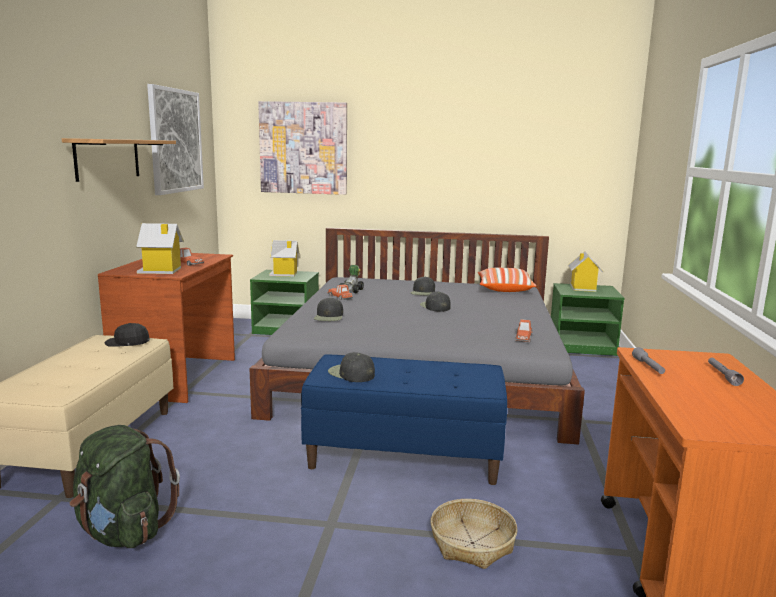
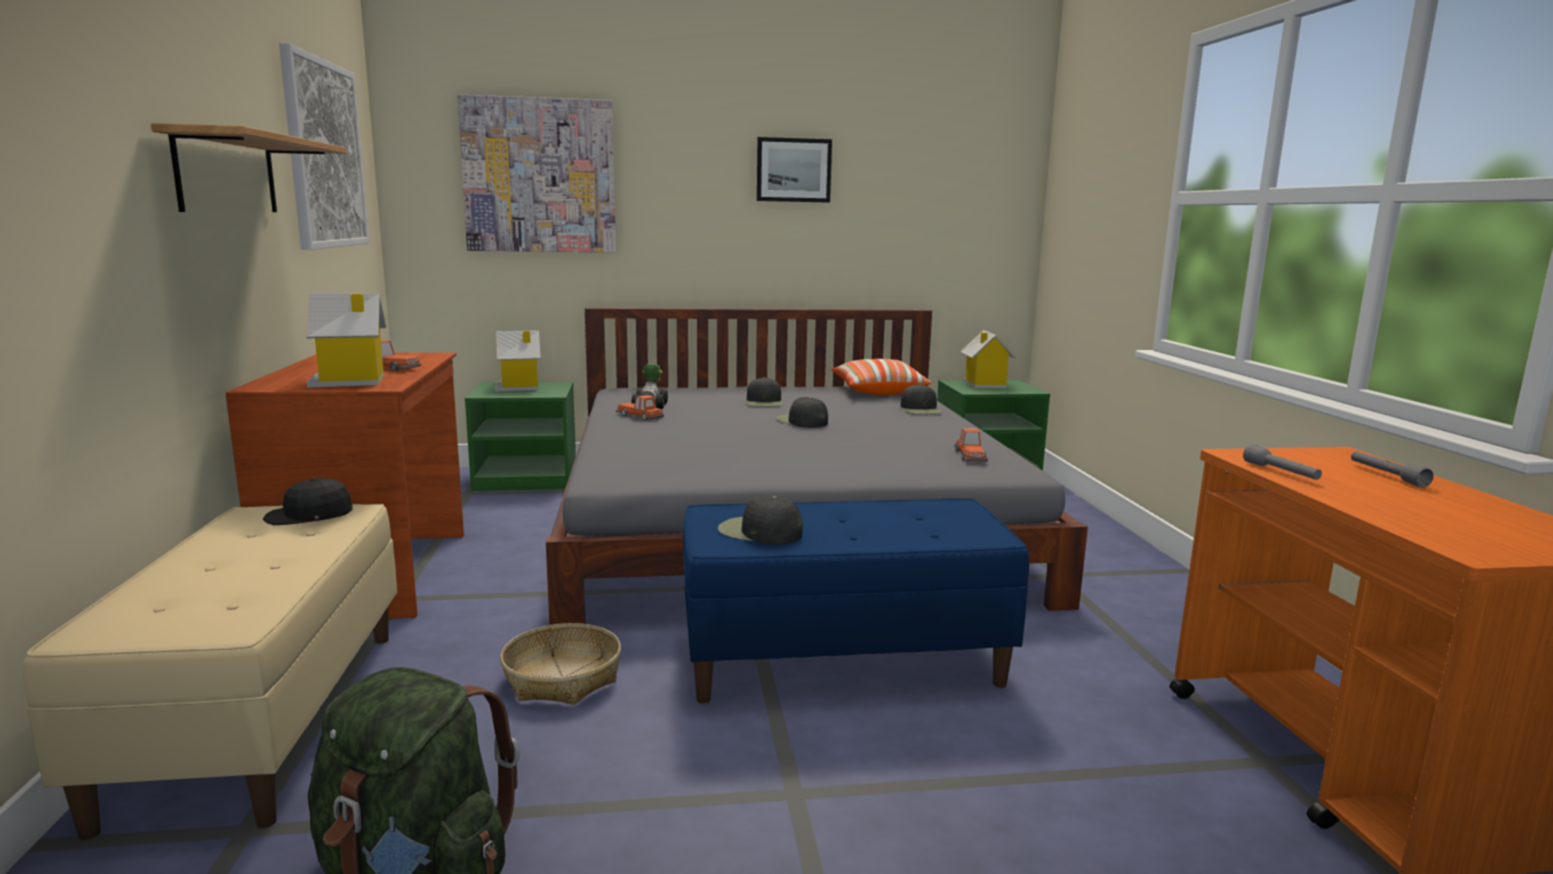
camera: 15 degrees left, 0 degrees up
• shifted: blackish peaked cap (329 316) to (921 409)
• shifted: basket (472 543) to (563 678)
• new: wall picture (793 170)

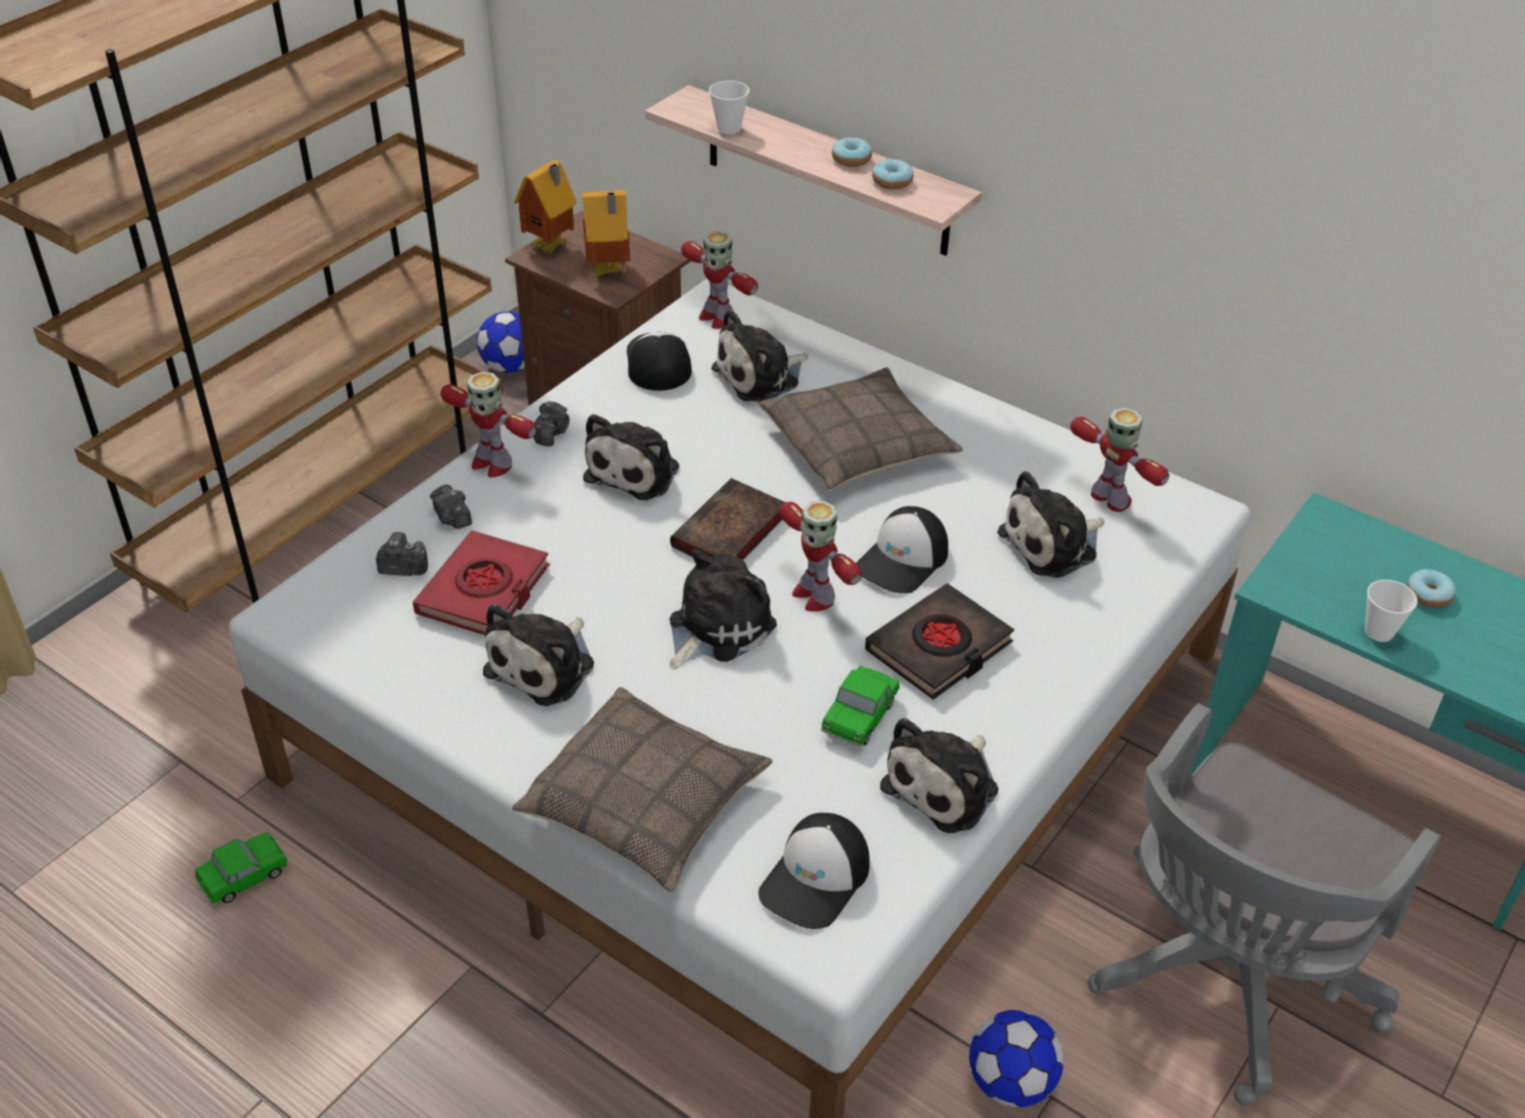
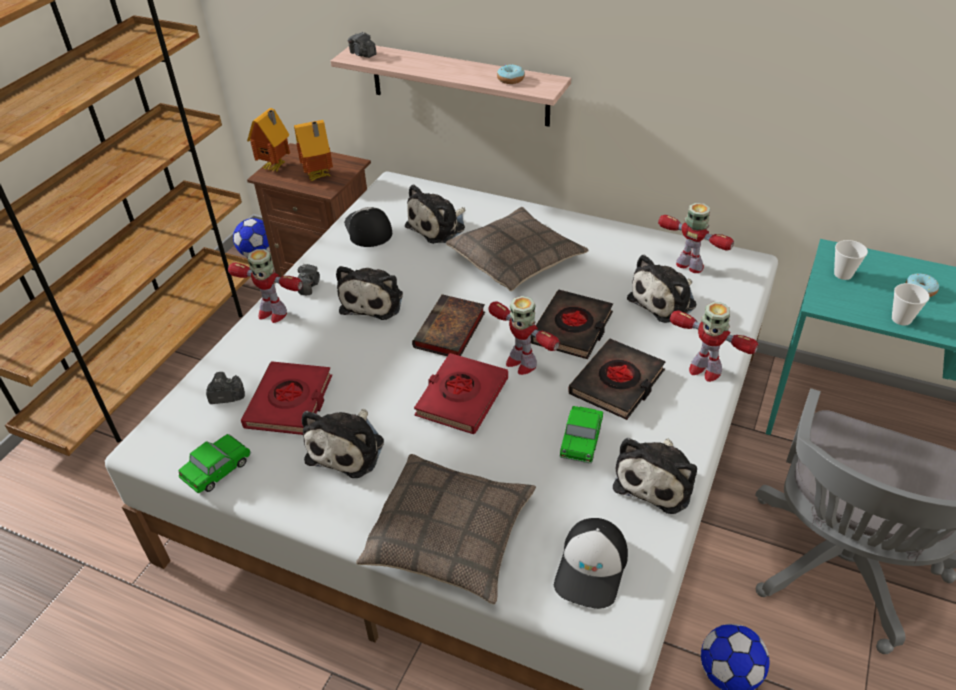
camera: 10 degrees left, 0 degrees up
• shifted: model car (244 877) to (217 470)
• shifted: still camera (452 518) to (362 54)
• swapped: soft toy (716 627) to red bound book (461 397)
• shifted: model robot (716 317) to (704 370)
• shifted: drinking cup (729 128) to (843 274)
• gone: ring doughnut (851 159)
• swapped: peaked cap (903 560) to blackish bound book (572 329)

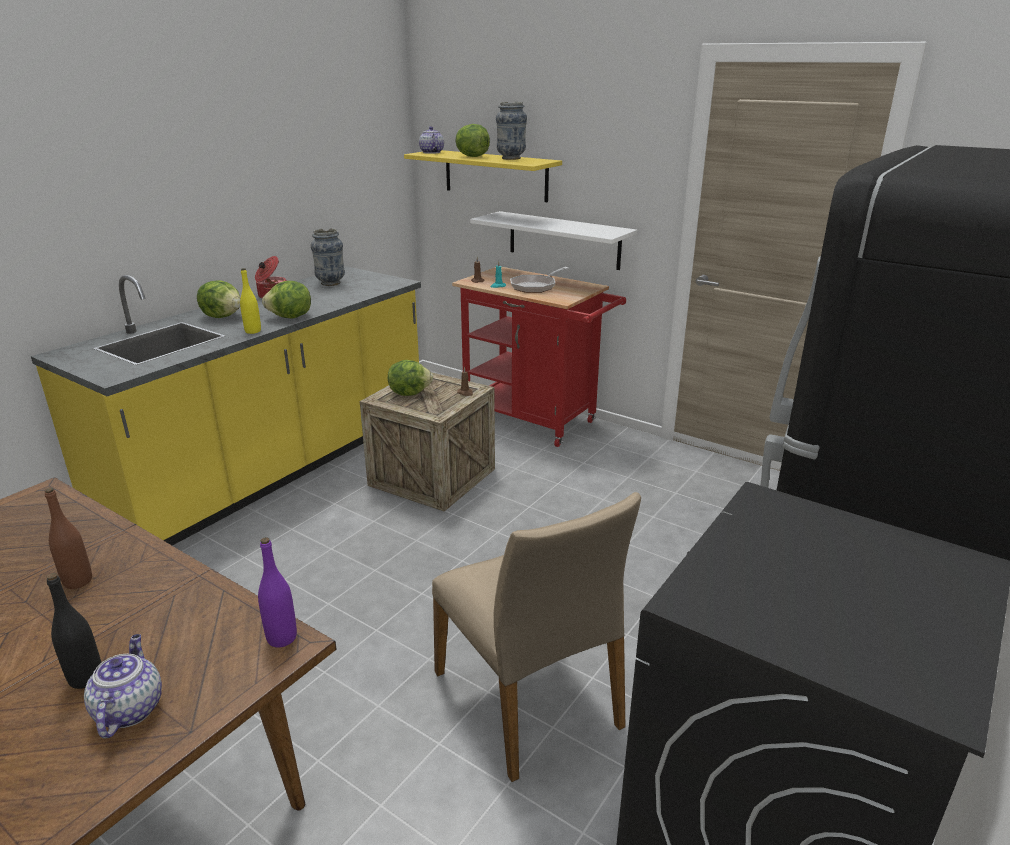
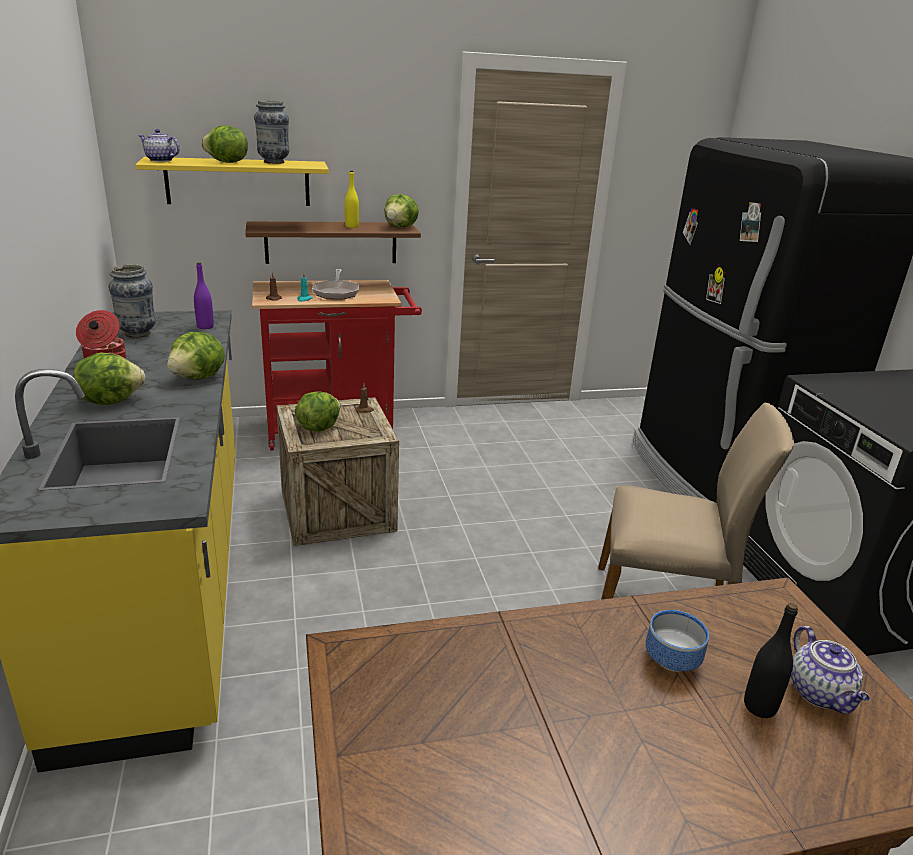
camera: 50 degrees left, 0 degrees up
• gone: brown-coloured beverage bottle (78 581)
• rotated: tea pot (129 709) = (820 694) 135 degrees counterclockwise
• shifted: yellowish beverage bottle (253 331) to (352 226)
• shifted: purplish beverage bottle (282 638) to (205 327)
• repainted: whitish bracket shelf (563 240) to brown-coloured bracket shelf (331 242)
• new: lettuce head (401 227)
• new: serving bowl (669 658)

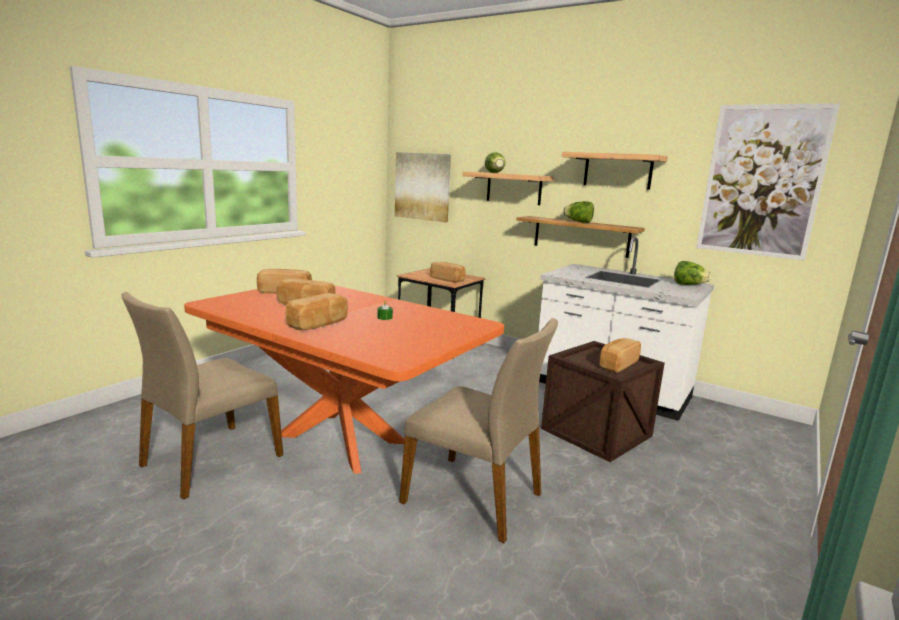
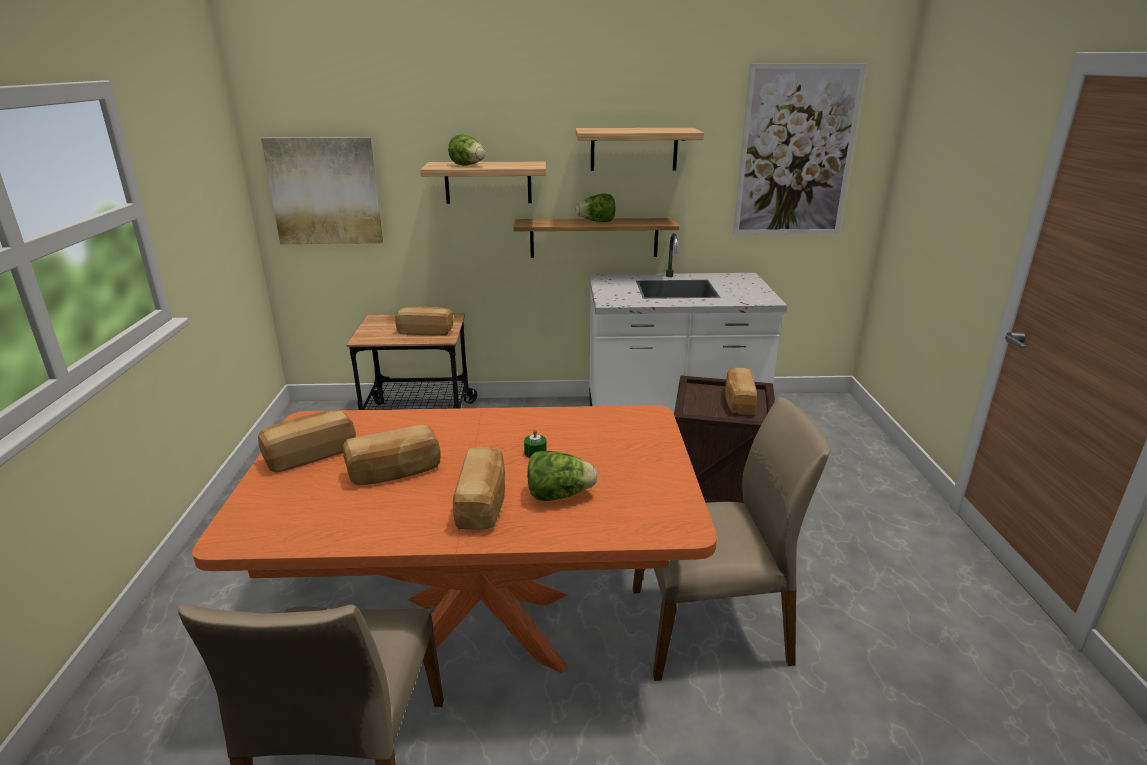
camera: 35 degrees left, 10 degrees up
• shifted: lettuce head (689 285) to (559 495)

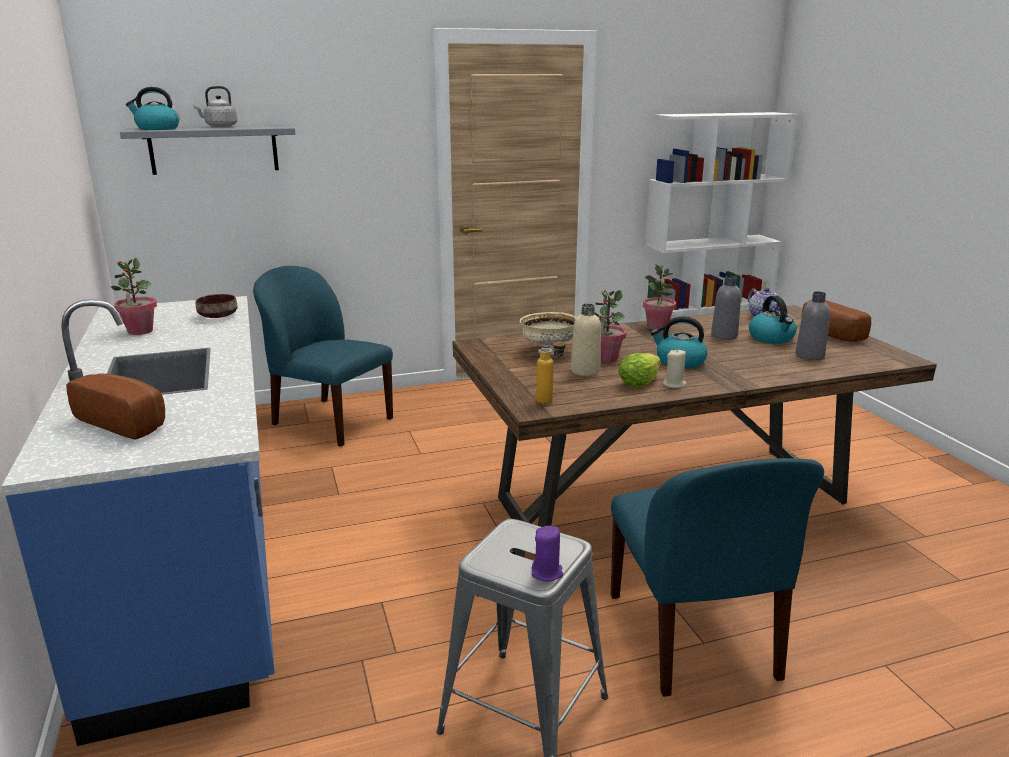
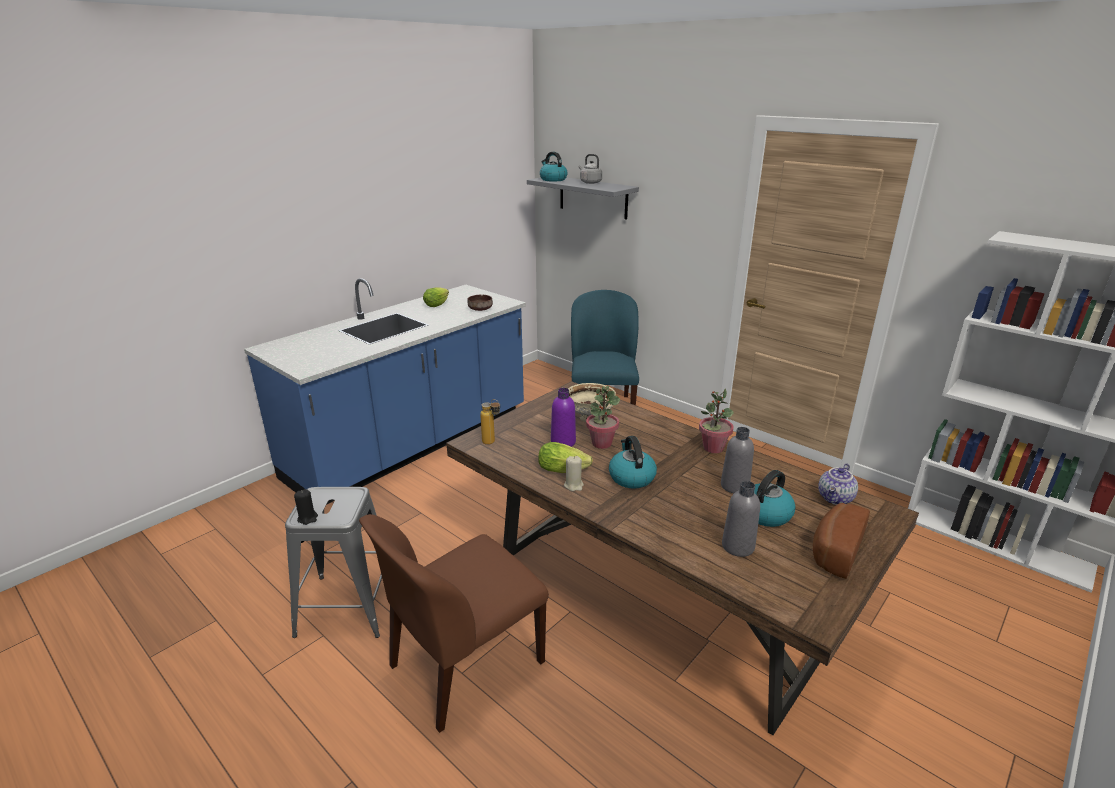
camera: 60 degrees right, 5 degrees up
• gone: baked bread (126 422)
• swapped: potted plant (140 331) to lettuce head (438 304)
• repainted: purplish wax light (547 573) to blackish wax light (308 518)
• repainted: beige beverage bottle (585 371) to purplish beverage bottle (563 442)
• repainted: blue plain chair (693 638) to brown-coloured plain chair (463 665)

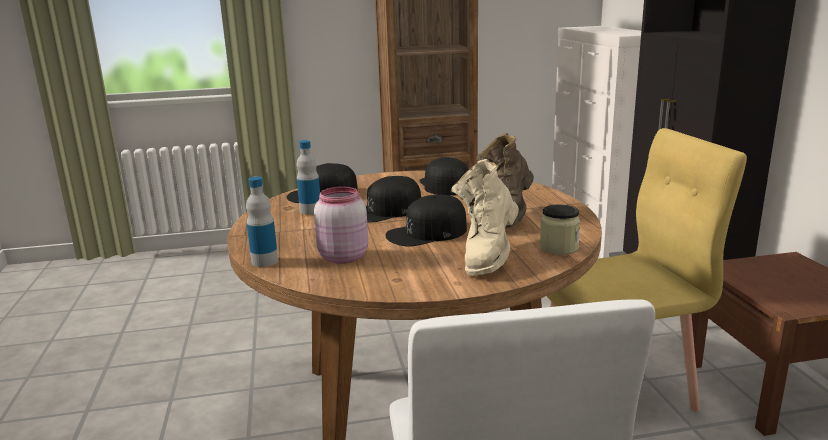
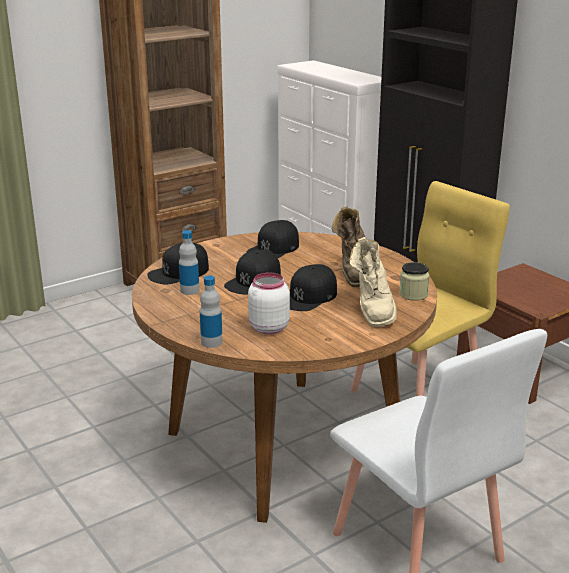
camera: 25 degrees left, 5 degrees up
• repainted: pink jar (342 257) to whitish jar (267 328)
• rotated: blackish peaked cap (444 185) = (274 248) 105 degrees counterclockwise

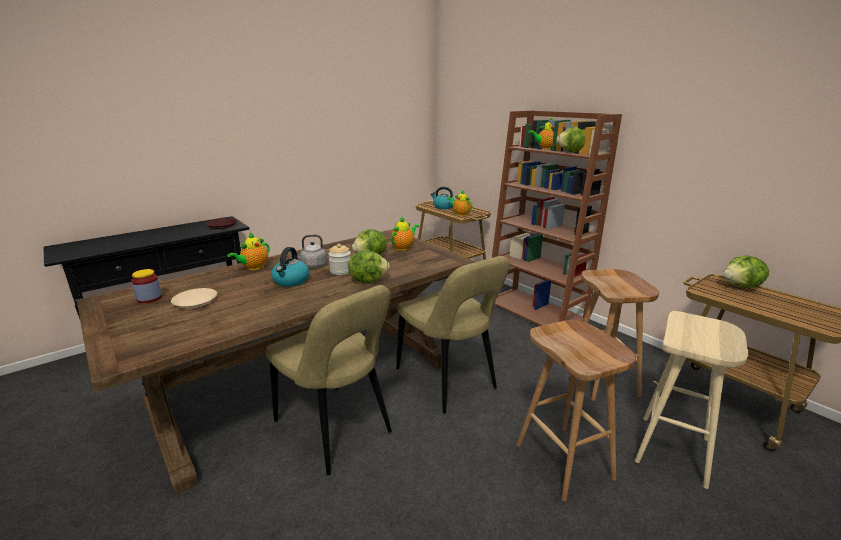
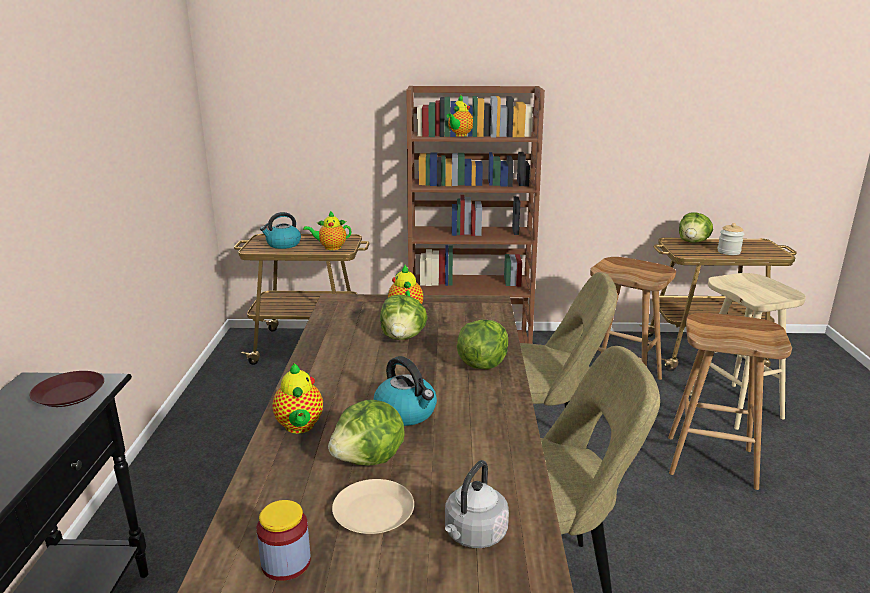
camera: 50 degrees left, 0 degrees up
• shifted: grey tea kettle (312 265) to (473 535)
• shifted: jar (340 271) to (728 252)
• shifted: lettuce head (573 152) to (370 460)

